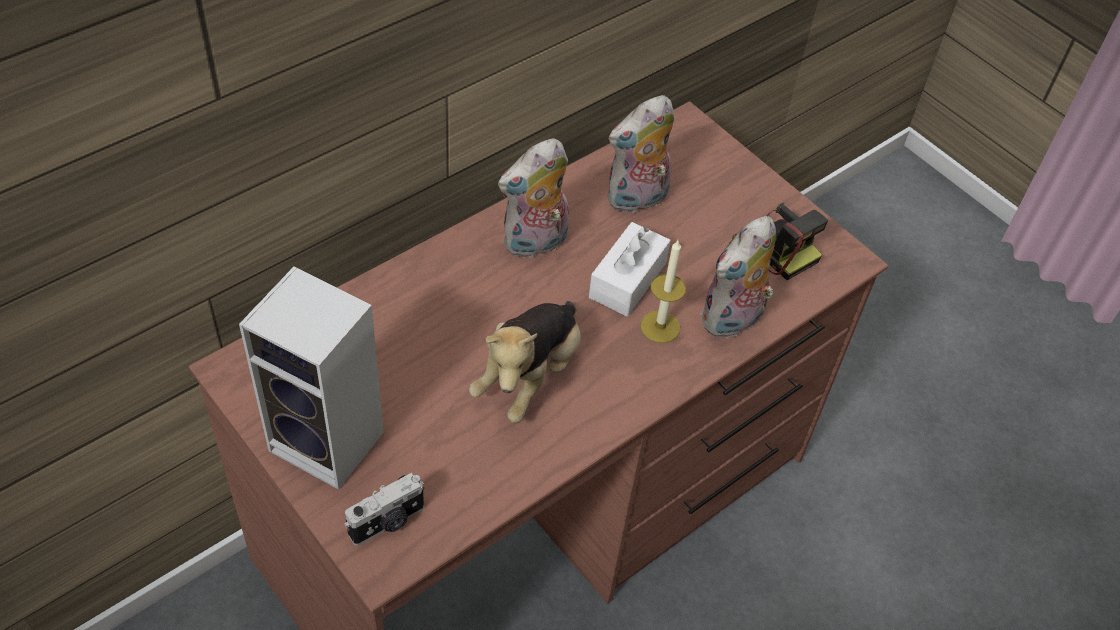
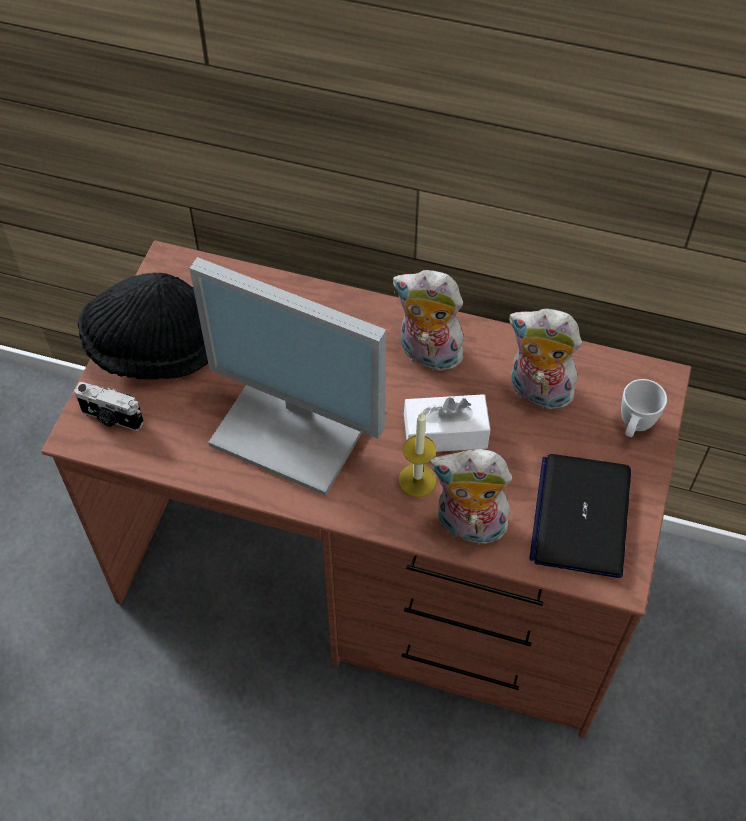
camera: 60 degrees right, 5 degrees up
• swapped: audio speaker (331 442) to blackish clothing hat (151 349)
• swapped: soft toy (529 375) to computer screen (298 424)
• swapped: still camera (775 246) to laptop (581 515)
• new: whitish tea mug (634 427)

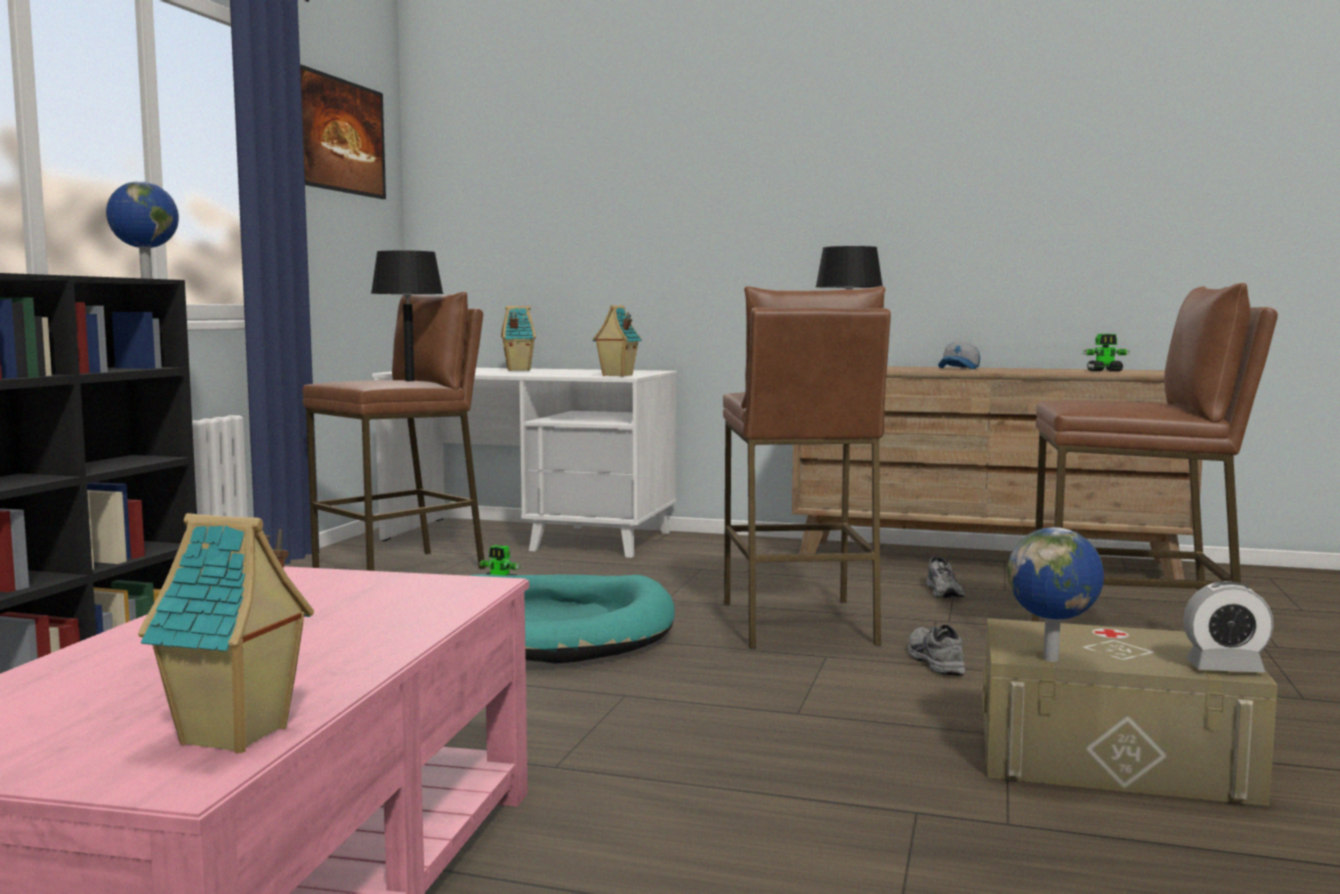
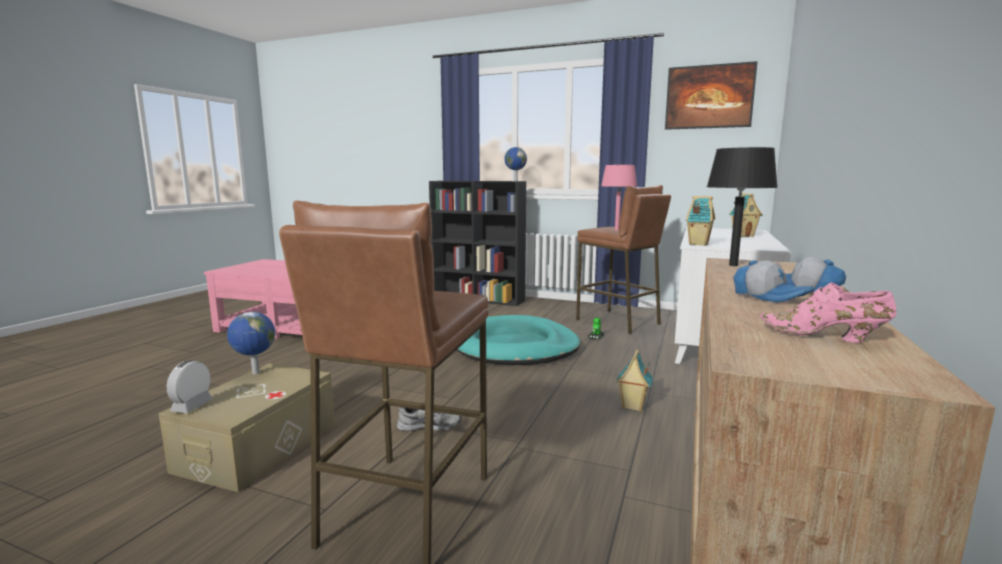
camera: 95 degrees right, 5 degrees up
• shifted: toy house (236 736) to (632 406)
• repainted: blackish tabletop lamp (410 381) to pink tabletop lamp (617 230)
• gone: brown-coloured stool (798 623)
• gone: grey item of footwear (945 593)
• swapped: model robot (1105 371) to pink item of footwear (825 337)
• new: peaked cap (770 297)

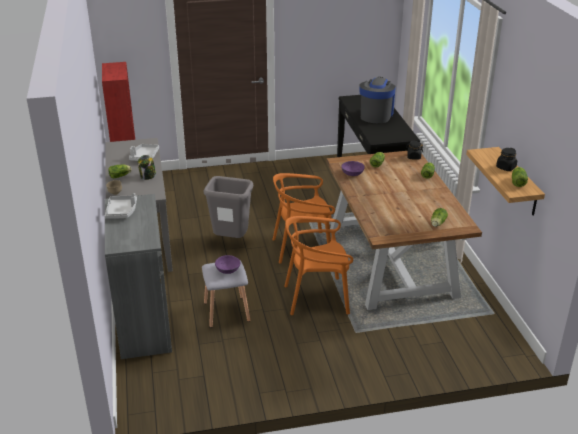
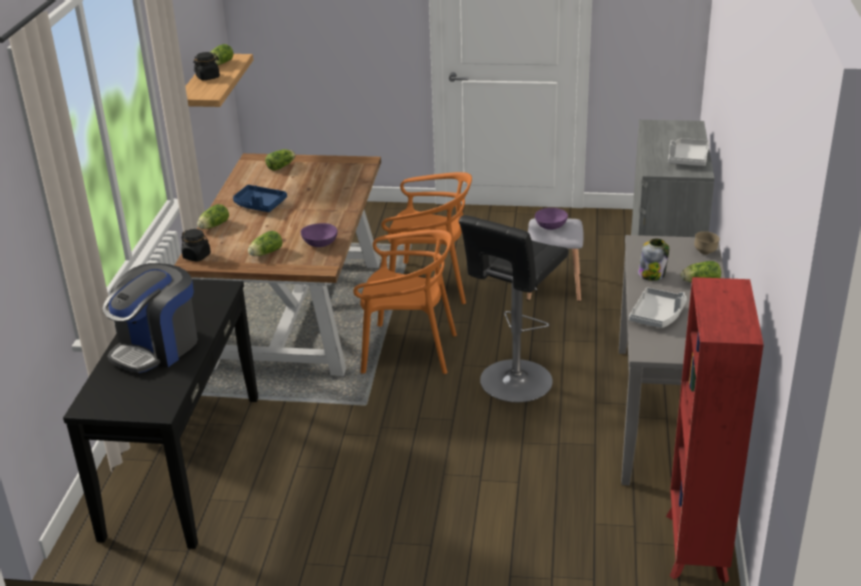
camera: 160 degrees left, 0 degrees up
• swapped: grey trash can (231 241) to blackish stool (513 383)
• new: blue serving tray (259 205)

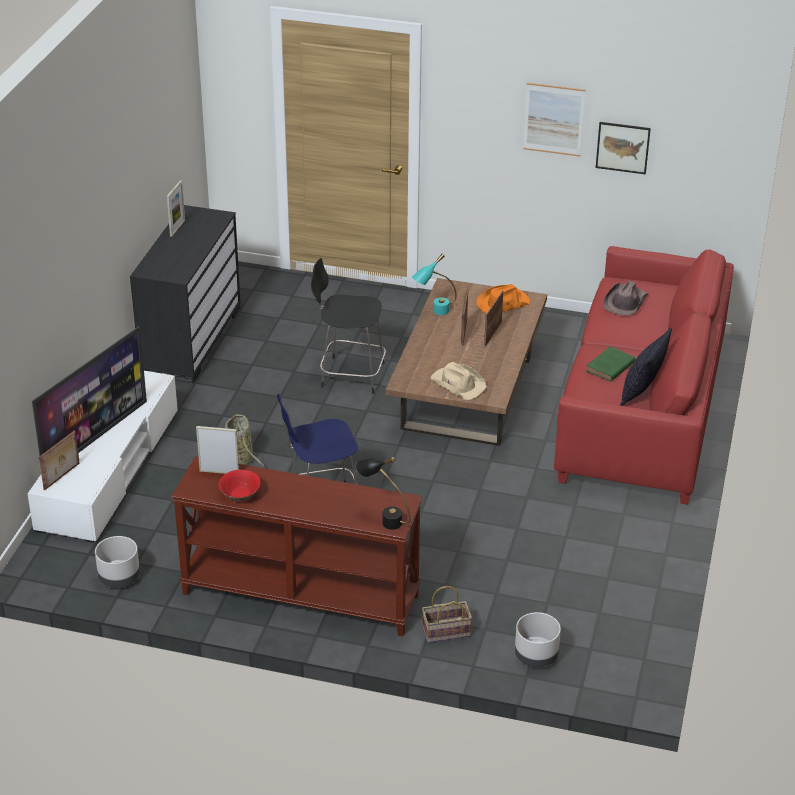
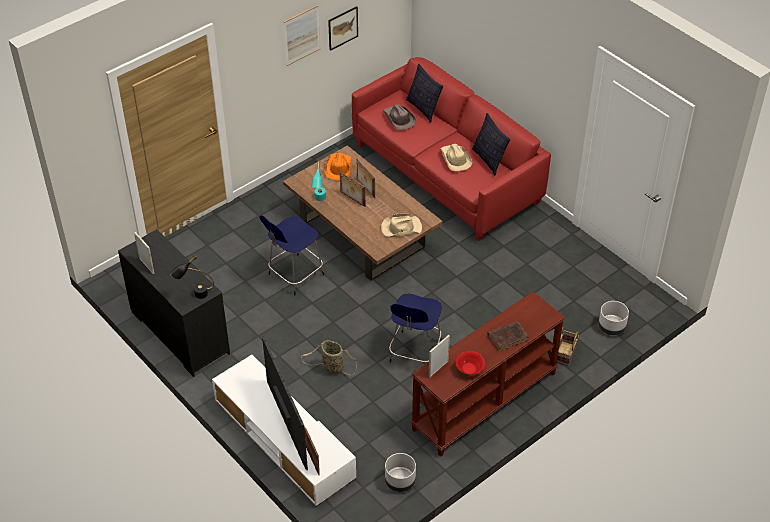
camera: 55 degrees left, 10 degrees up
• repainted: blackish stool (350 375) to blue stool (294 275)
• shifted: blackish tabletop lamp (384 519) to (194 295)
• swapped: greenish bound book (609 367) to beige clothing hat (455 159)
• new: throw pillow (423 109)
• new: brown-coloured bound book (509 337)

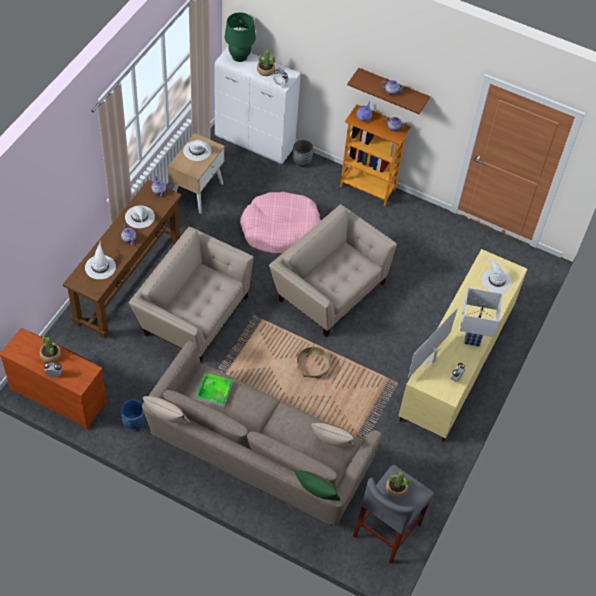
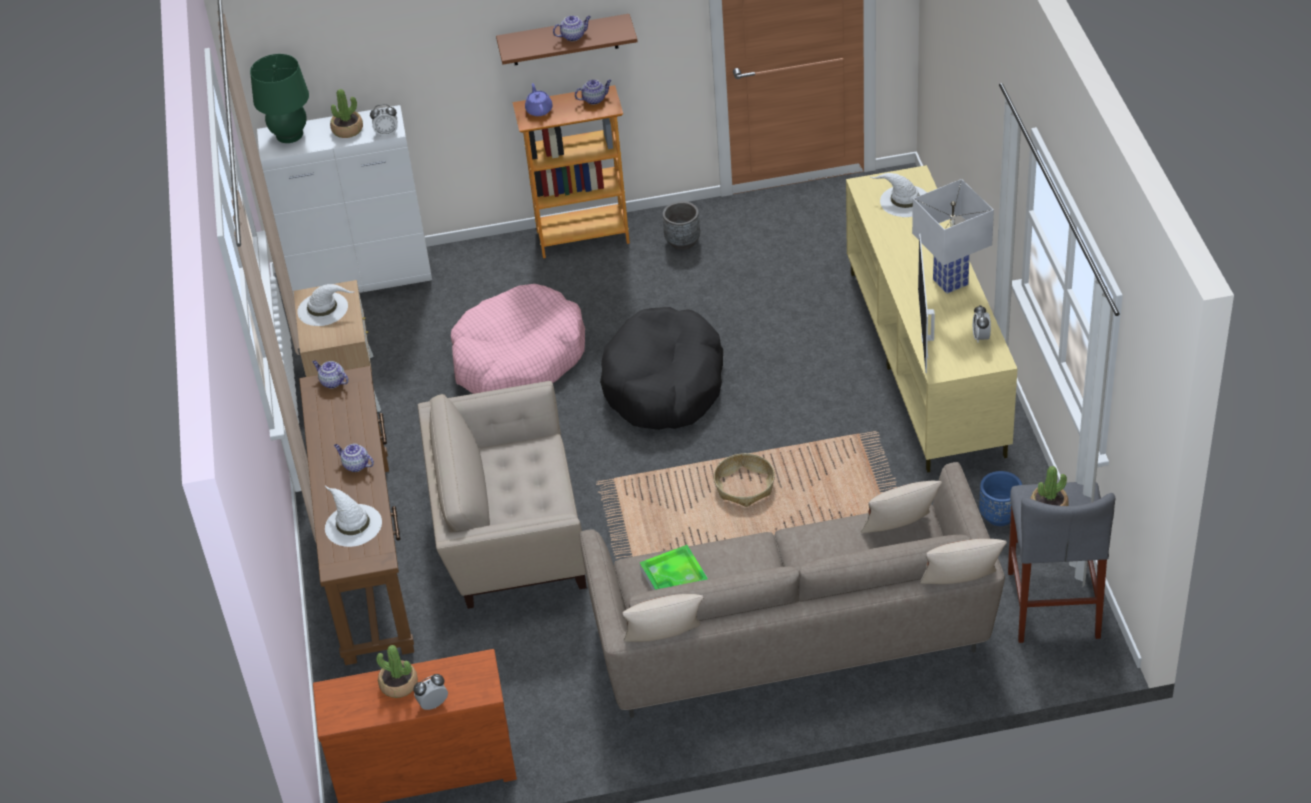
camera: 30 degrees left, 10 degrees down
• shifted: blue plant pot (134 422) to (999 515)
• gone: whitish clothing hat (140 217)
• swapped: beige easy chair (329 289) to blackish pet bed (664 384)
• shifted: grey plant pot (302 161) to (682 242)
• repainted: greenish throw pillow (316 496) to beige throw pillow (961 587)

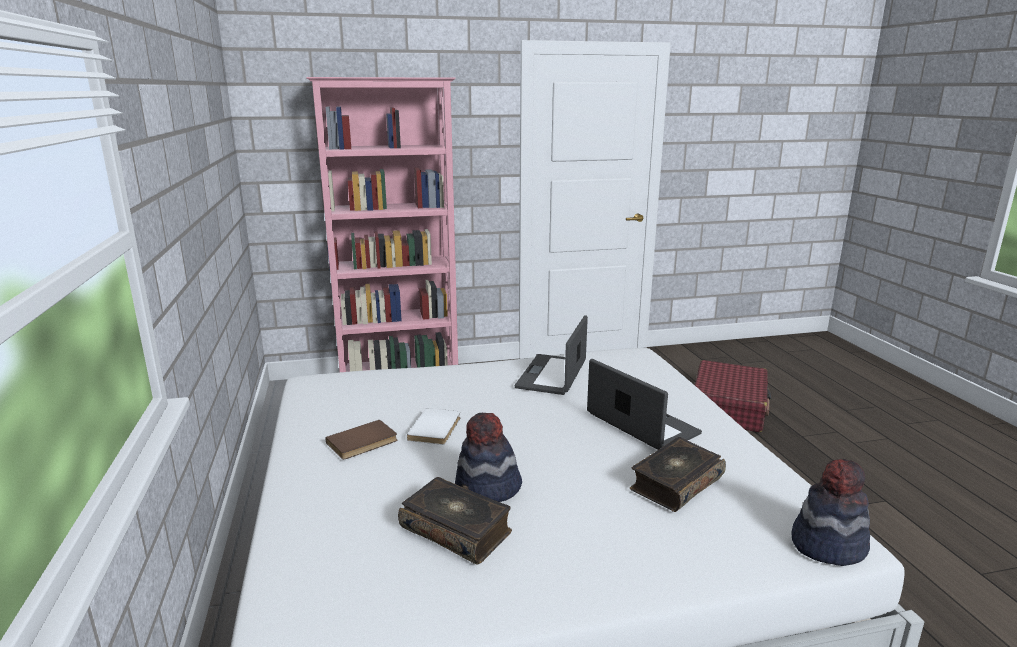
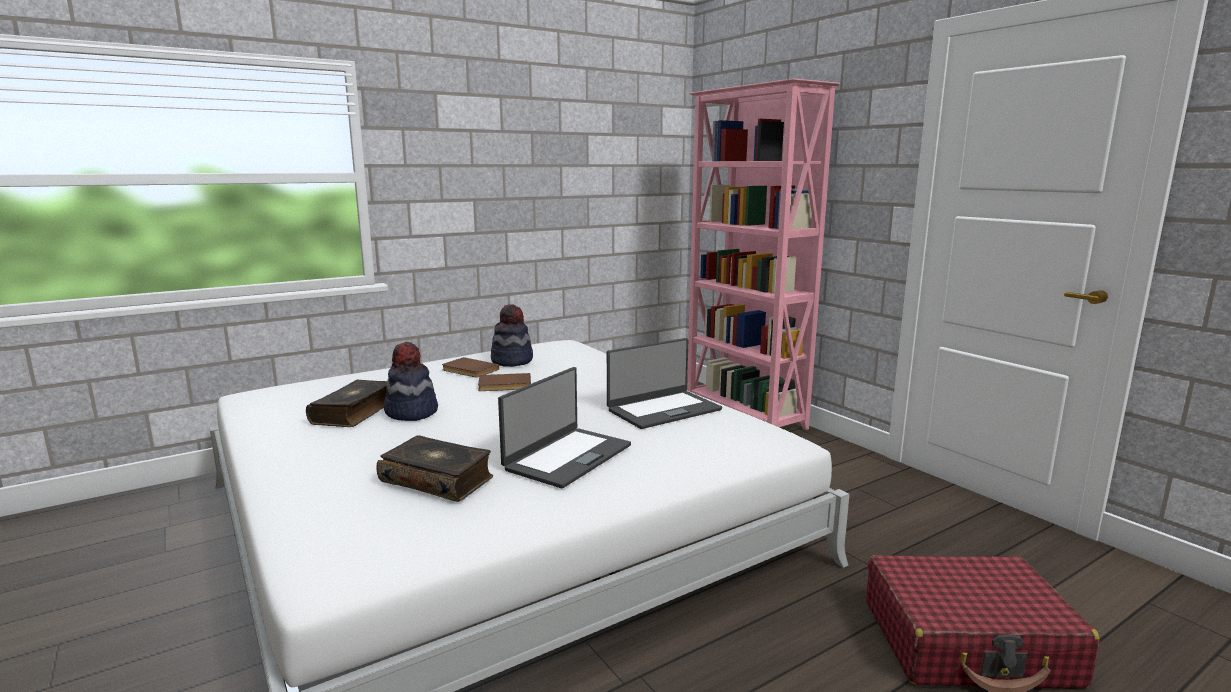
camera: 70 degrees right, 5 degrees down
• repainted: whitish bound book (437 429) to brown-coloured bound book (505 385)
• rotated: laptop (553 375) = (663 409) 150 degrees clockwise
• shifted: clothing hat (827 544) to (512 361)

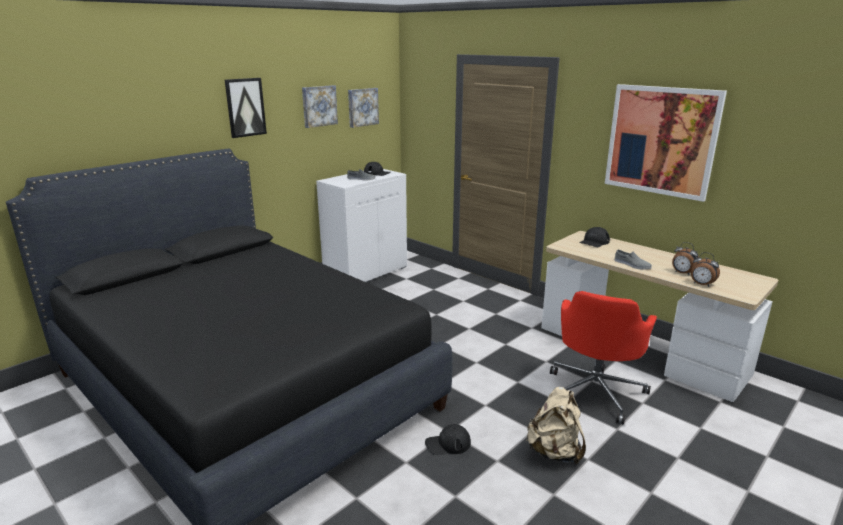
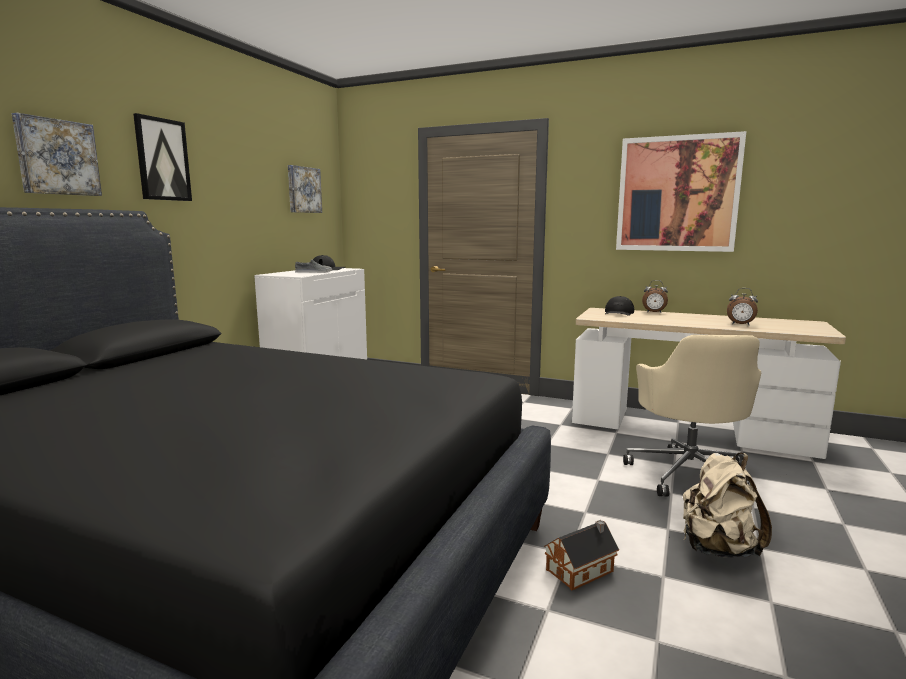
camera: 20 degrees left, 10 degrees down
• shifted: wall picture (319 106) to (57 157)
• swapped: blackish peaked cap (447 444) to toy house (582 570)
• repainted: red computer chair (595 391) to beige computer chair (689 473)
• gone: grey item of footwear (632 264)
• shifted: bedside clock (701 284) to (654 312)

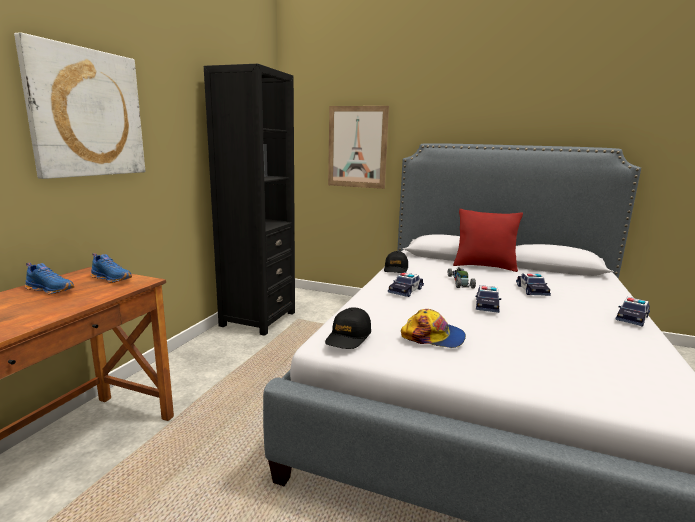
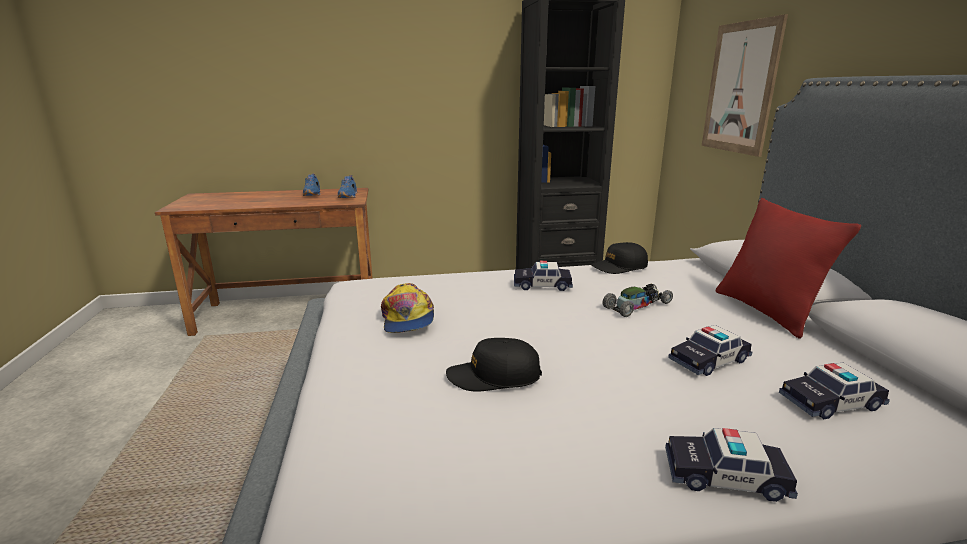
camera: 60 degrees right, 5 degrees up
• gone: wall picture (87 113)
• shifted: blackish peaked cap (348 337) to (494 376)
• shifted: model car (487 305) to (831 402)

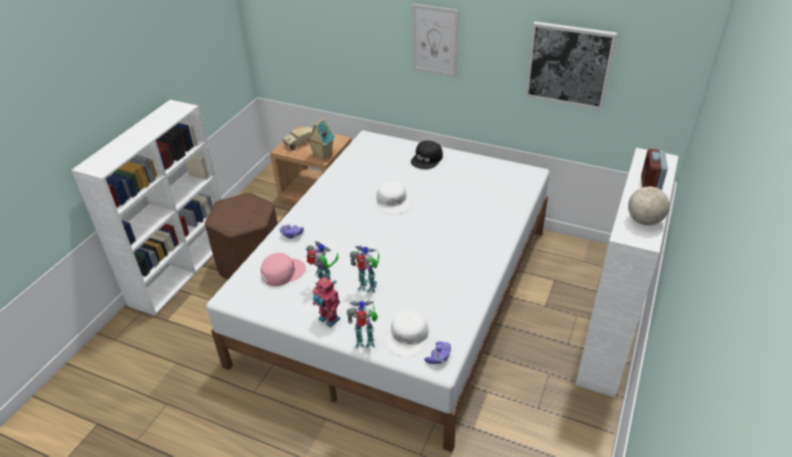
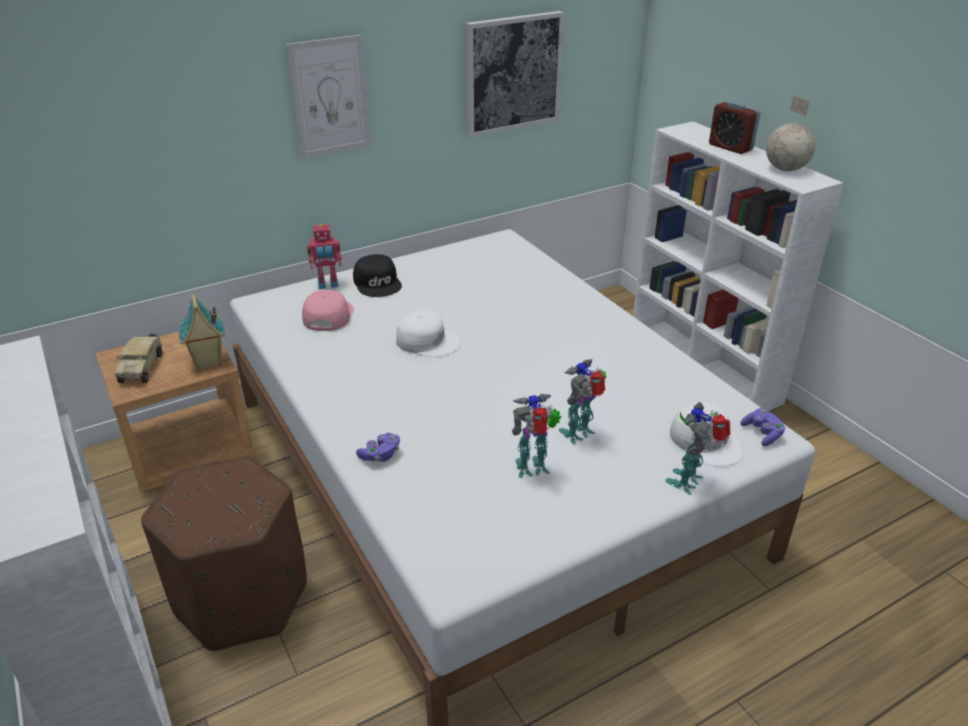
camera: 55 degrees left, 5 degrees down
• shifted: pink peaked cap (282 272) to (327 316)
• shifted: model robot (328 320) to (328 284)

